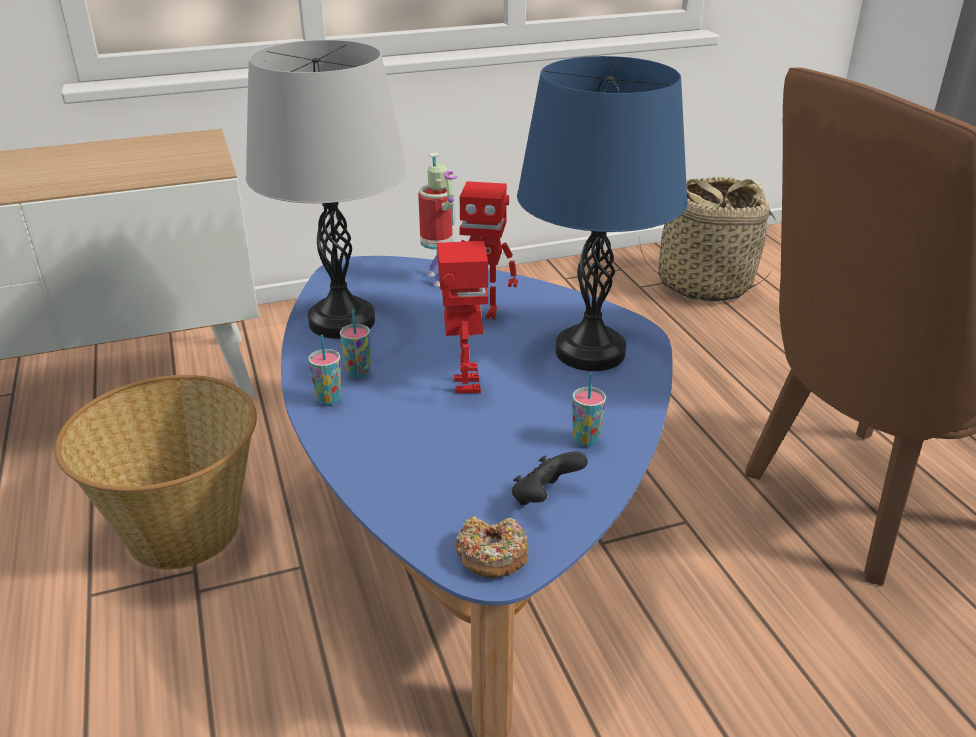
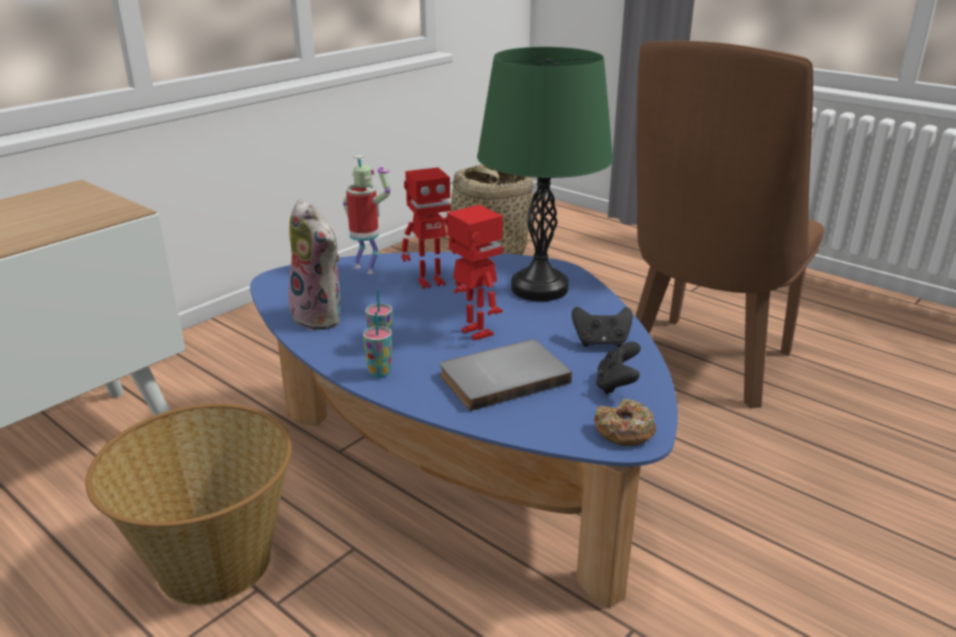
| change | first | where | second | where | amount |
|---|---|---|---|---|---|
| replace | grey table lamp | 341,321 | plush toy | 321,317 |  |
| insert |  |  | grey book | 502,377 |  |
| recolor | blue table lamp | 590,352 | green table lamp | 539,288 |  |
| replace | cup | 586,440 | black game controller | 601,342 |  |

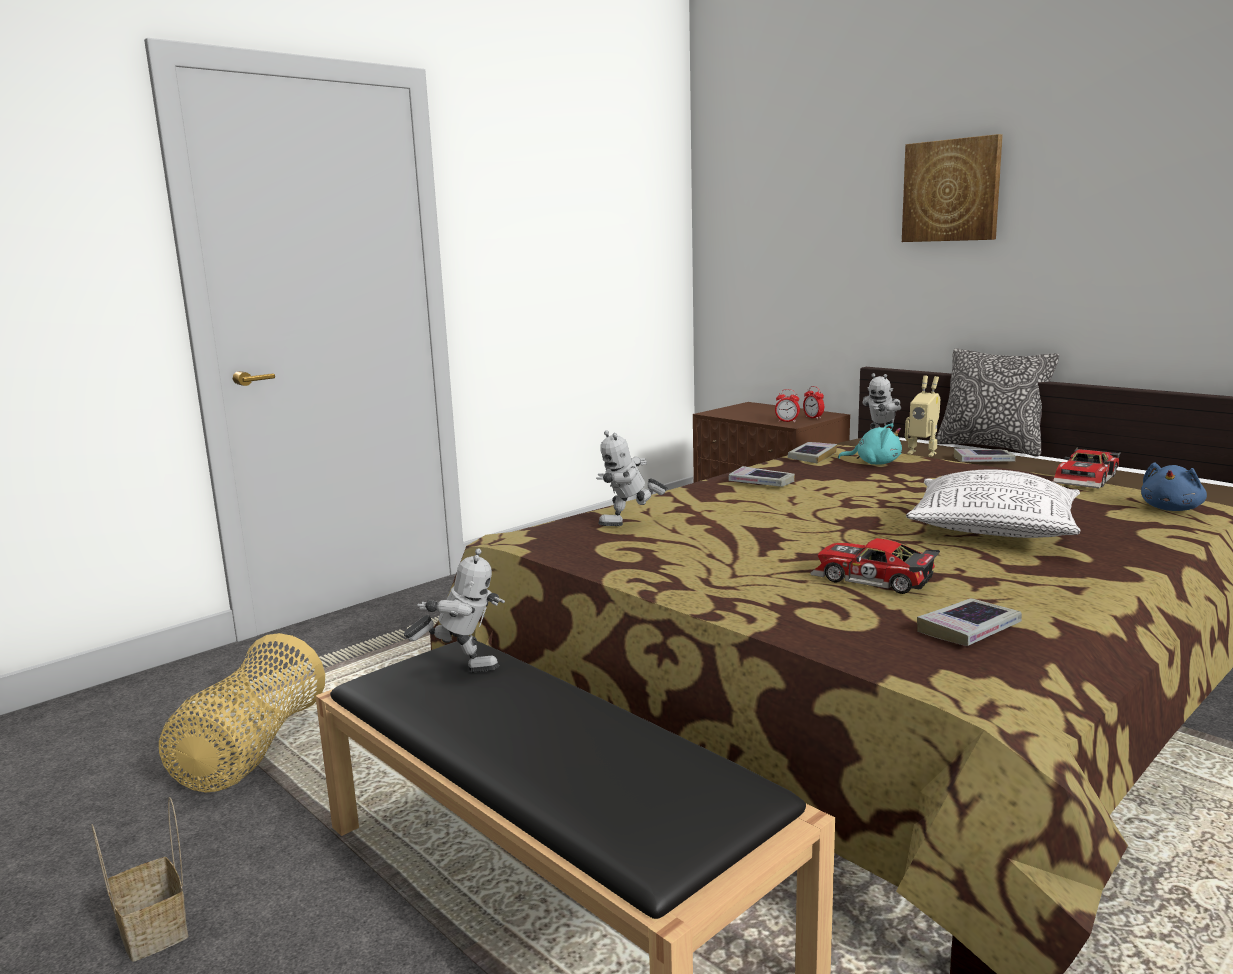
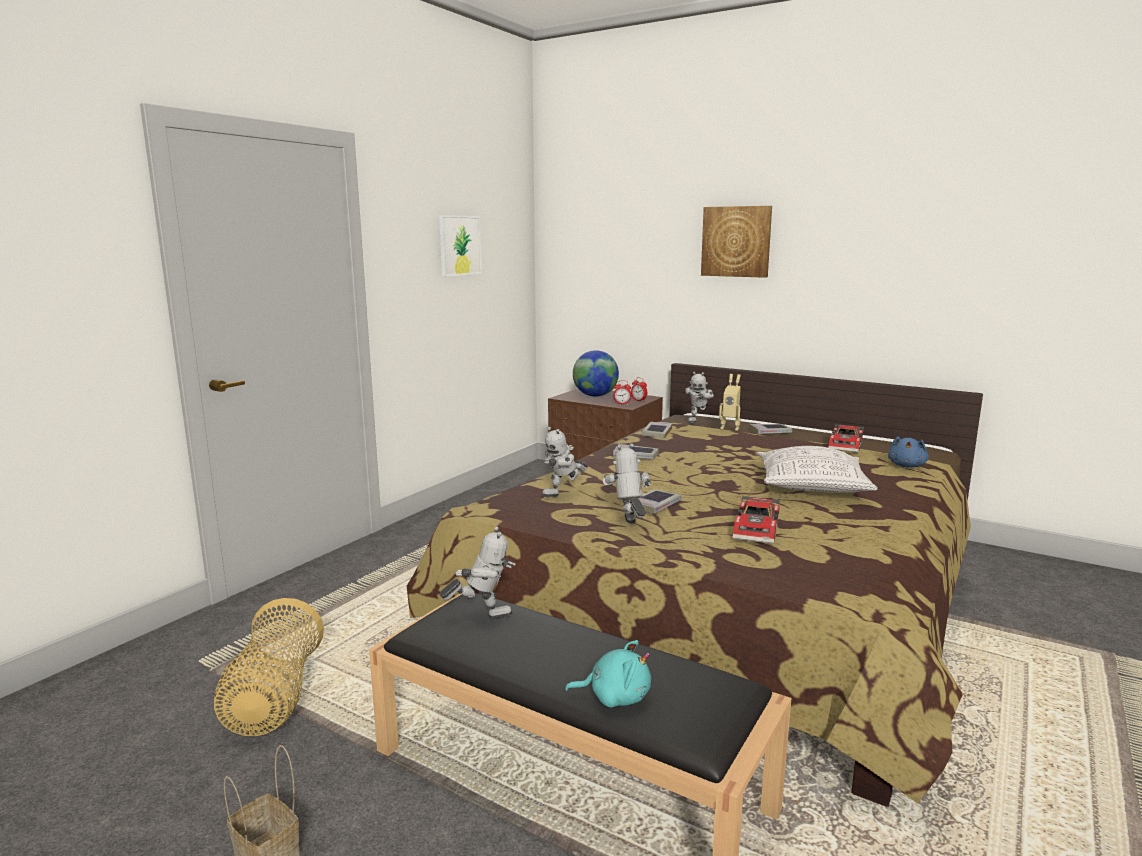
| change | first | where | second | where | amount |
|---|---|---|---|---|---|
| insert |  |  | picture | 459,245 |  |
| move | turquoise plush toy | 874,463 |  | 615,697 |  |
| insert |  |  | globe | 595,396 |  |
| insert |  |  | toy robot | 629,526 |  |
| move | book | 968,629 |  | 654,505 |  |
| rotate | toy car | 872,580 |  | 758,529 | 90 degrees counterclockwise |
| delete | pillow | 991,447 |  |  |  |

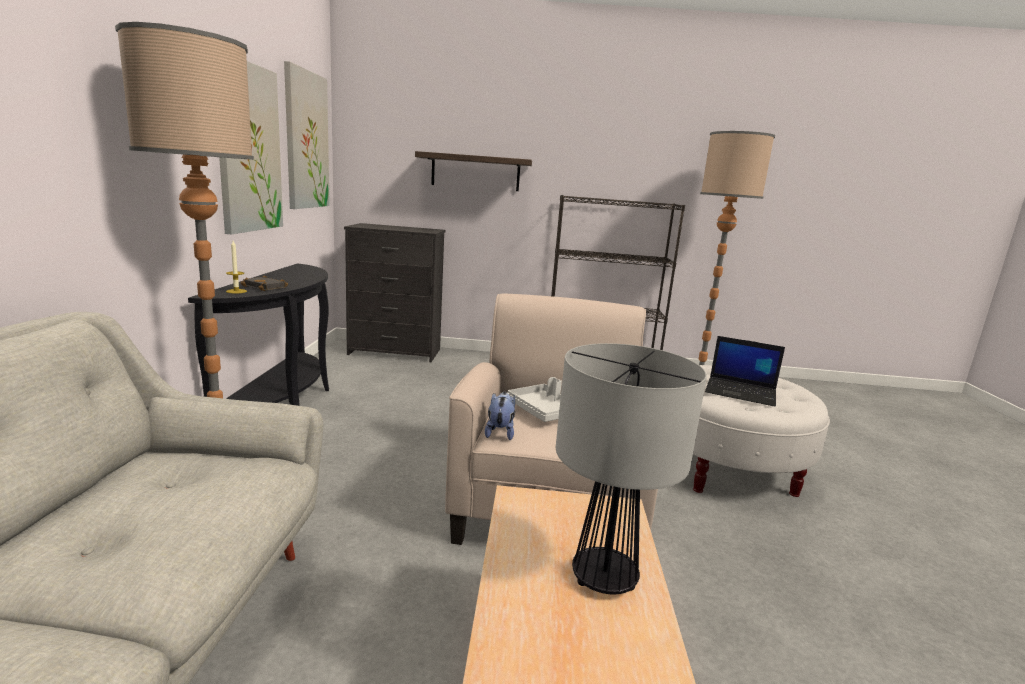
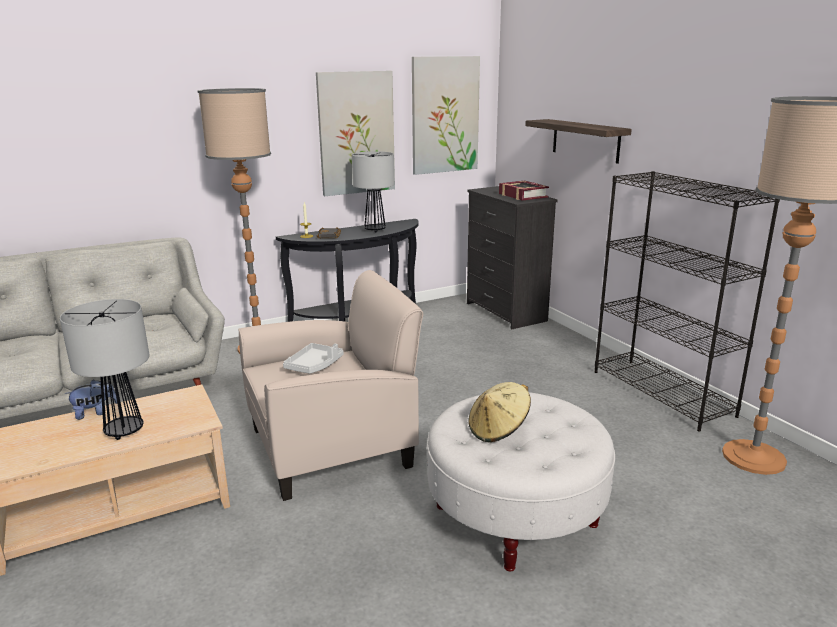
| change | first | where | second | where | amount |
|---|---|---|---|---|---|
| move | plush toy | 500,432 |  | 95,413 |  |
| insert |  |  | table lamp | 375,230 |  |
| replace | laptop | 741,392 | beige hat | 498,430 |  |
| insert |  |  | book | 522,195 |  |

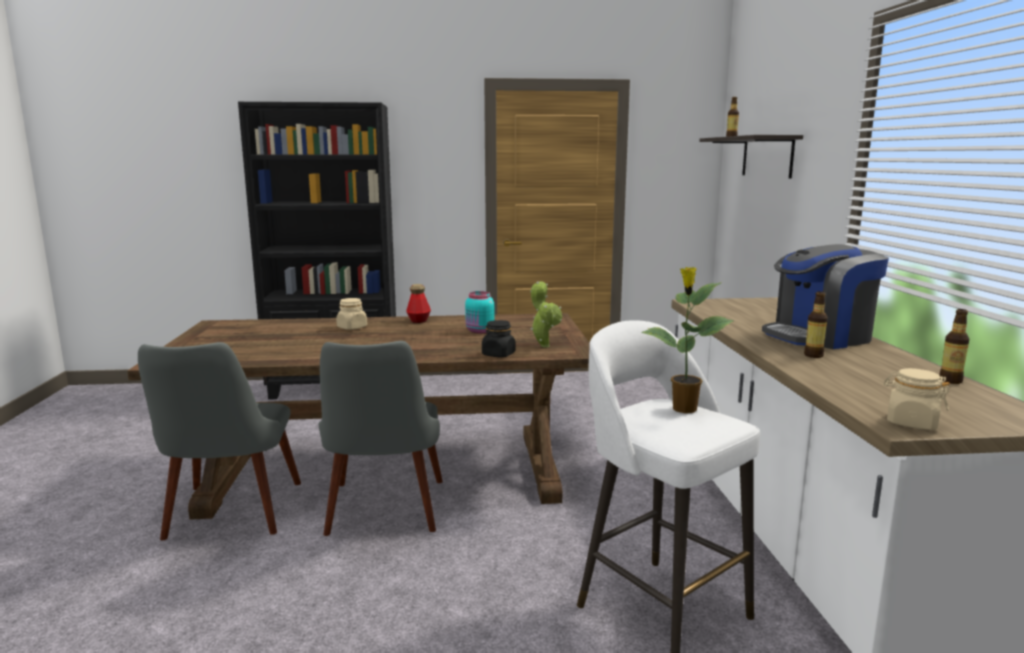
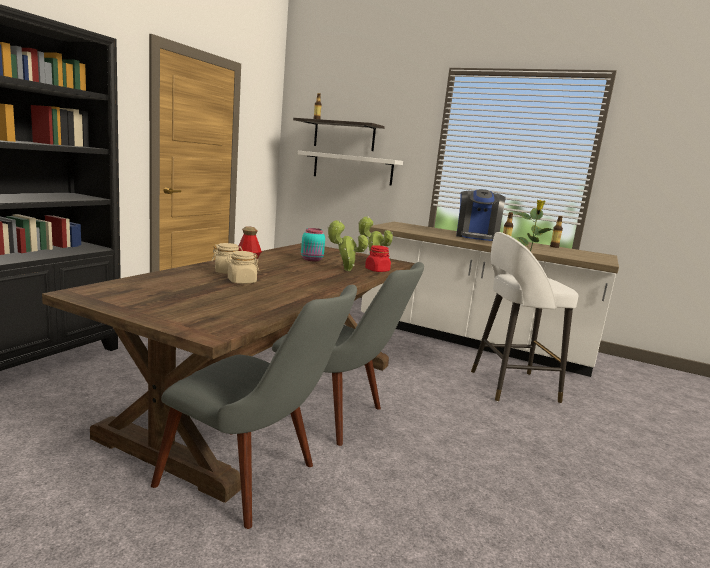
| change | first | where | second | where | amount |
|---|---|---|---|---|---|
| move | beige jar | 911,423 |  | 241,281 |  |
| insert |  |  | white shelf | 352,168 |  |
| insert |  |  | potted plant | 345,270 |  |
| recolor | black jar | 498,354 | red jar | 377,270 |  |

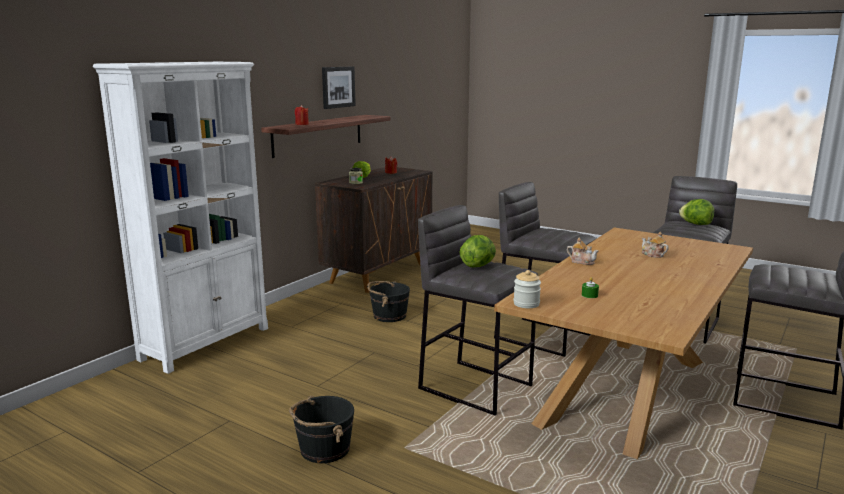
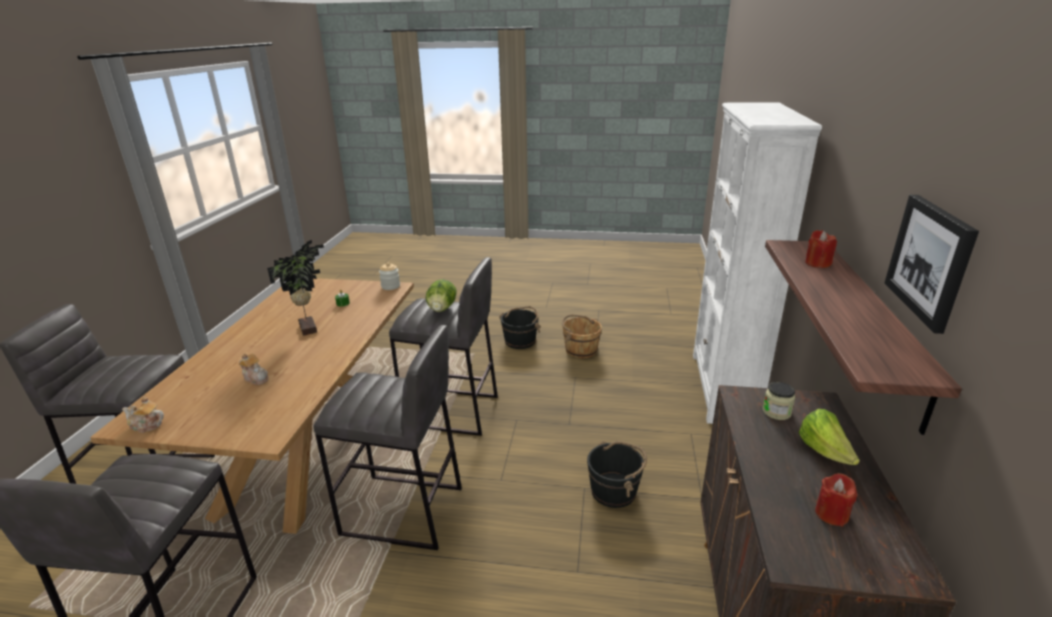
| change | first | where | second | where | amount |
|---|---|---|---|---|---|
| move | teapot | 582,261 |  | 146,425 |  |
| insert |  |  | potted plant | 310,328 |  |
| insert |  |  | brown bucket | 580,350 |  |
| delete | lettuce | 695,224 |  |  |  |

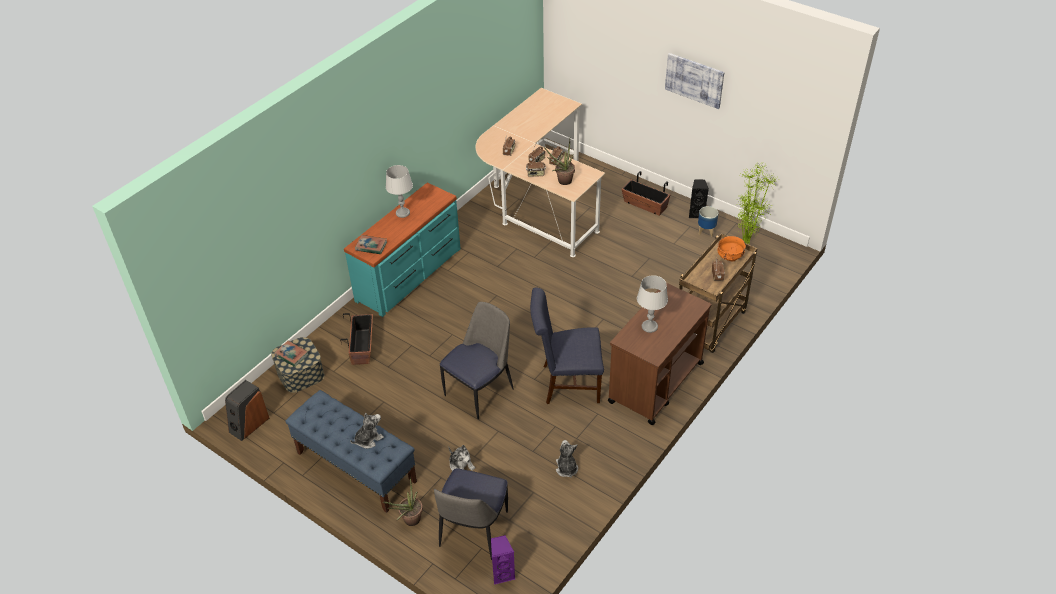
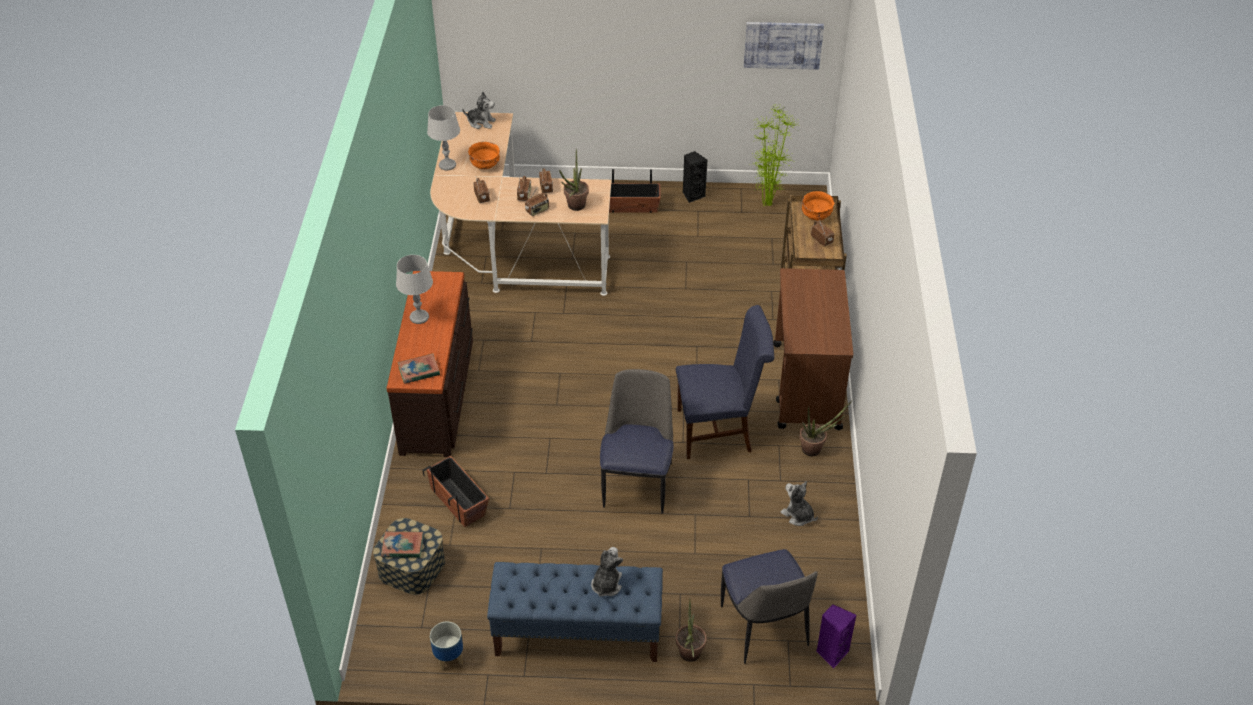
| change | first | where | second | where | amount |
|---|---|---|---|---|---|
| recolor | turquoise dresser | 410,275 | brown dresser | 438,395 |  |
| move | grey table lamp | 649,327 |  | 447,165 |  |
| move | planter | 706,231 |  | 449,658 |  |
| move | plush toy | 461,465 |  | 481,122 |  |
| insert |  |  | orange bowl | 485,165 |  |
| rotate | blue chair | 566,383 |  | 719,430 | 150 degrees counterclockwise |
| move | picture | 694,80 |  | 783,44 |  |
| insert |  |  | potted plant | 815,449 |  |
| delete | speaker | 249,424 |  |  |  |

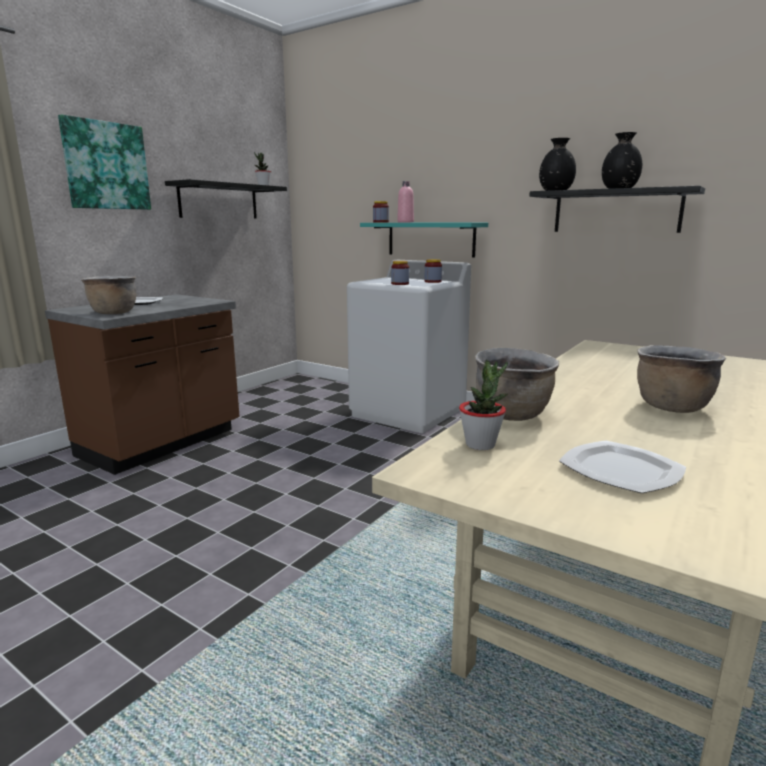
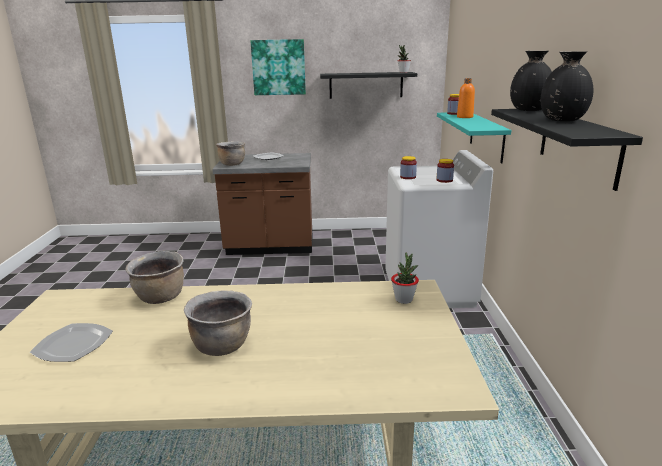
| change | first | where | second | where | amount |
|---|---|---|---|---|---|
| move | potted plant | 480,445 |  | 404,299 |  |
| recolor | pink bottle | 405,222 | orange bottle | 464,117 |  |

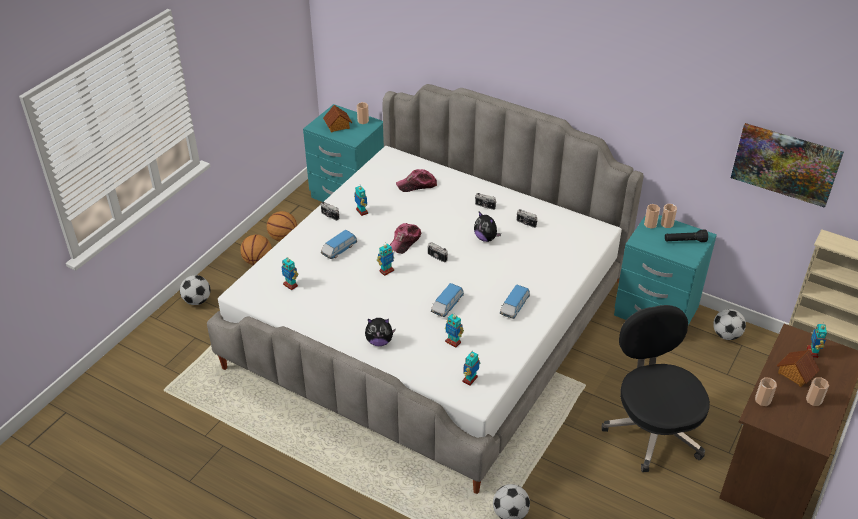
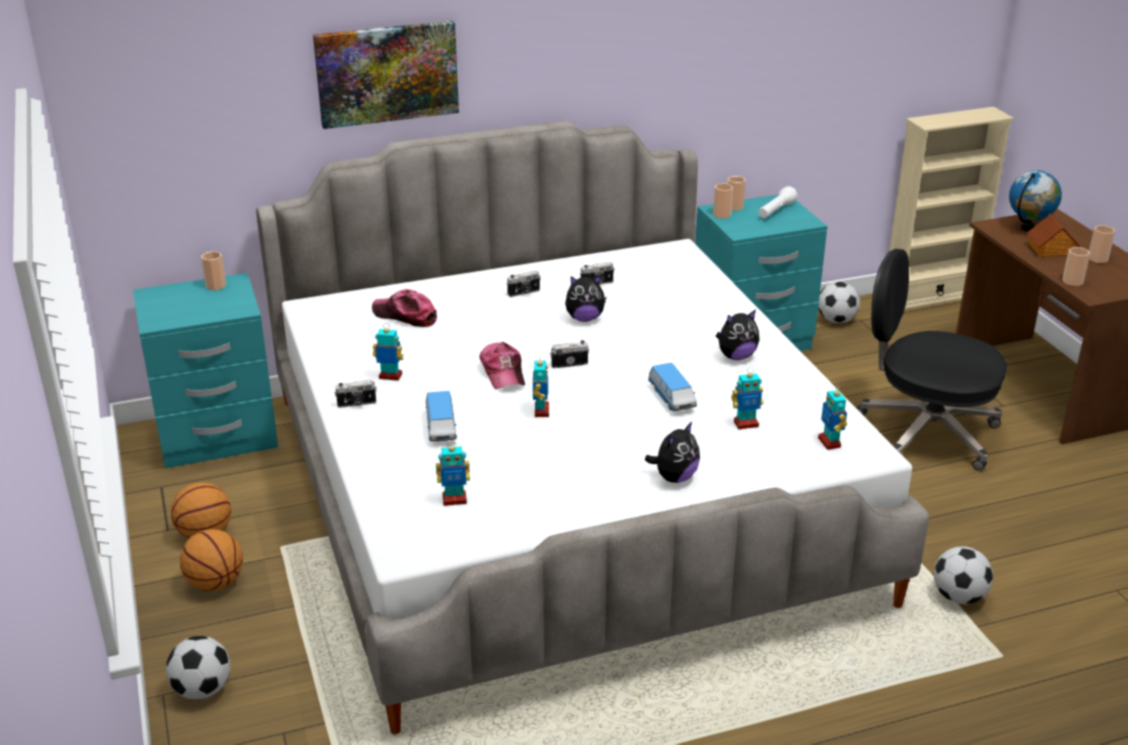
| change | first | where | second | where | amount |
|---|---|---|---|---|---|
| move | picture | 785,163 |  | 387,73 |  |
| rotate | cap | 417,185 |  | 405,316 | 90 degrees clockwise |
| replace | toy car | 514,307 | plush toy | 736,356 |  |
| recolor | black flashlight | 684,241 | white flashlight | 775,211 |  |
| replace | toy robot | 812,352 | globe | 1028,229 |  |
| delete | toy house | 337,126 |  |  |  |

